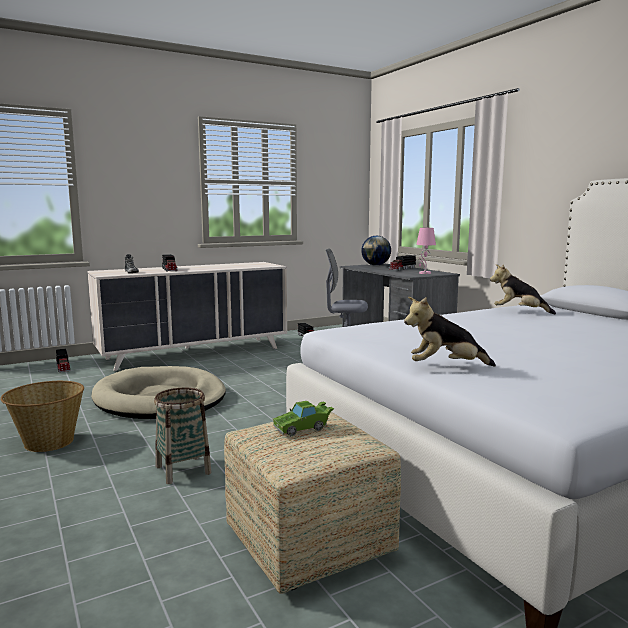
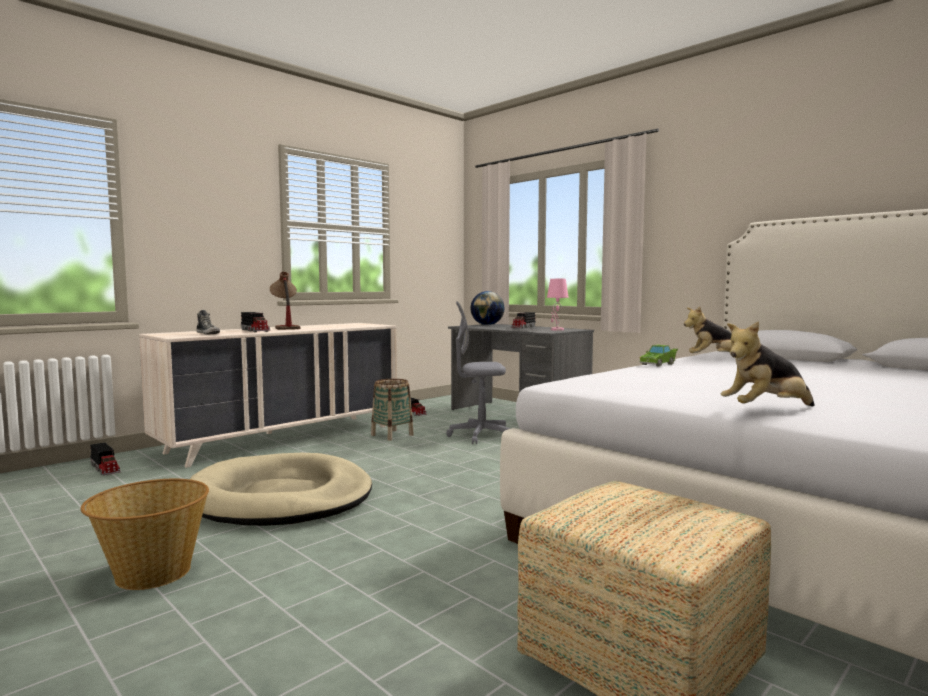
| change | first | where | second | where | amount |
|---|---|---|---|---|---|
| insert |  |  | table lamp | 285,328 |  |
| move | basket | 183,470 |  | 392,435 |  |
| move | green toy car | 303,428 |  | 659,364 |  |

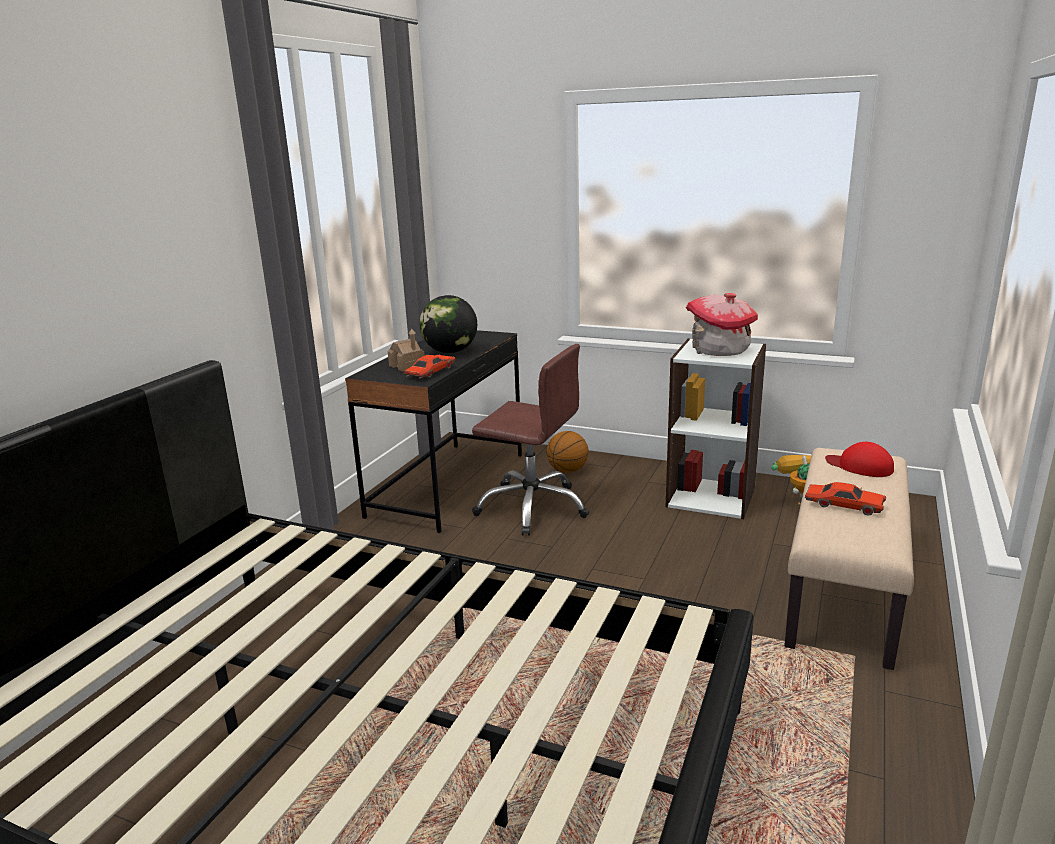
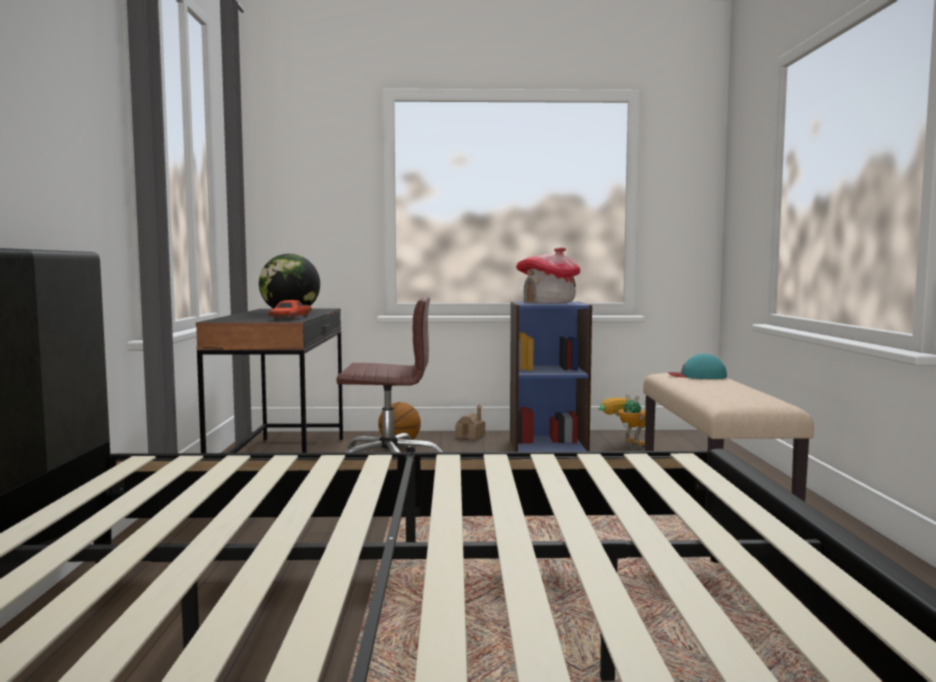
| change | first | where | second | where | amount |
|---|---|---|---|---|---|
| move | toy house | 407,366 |  | 470,436 |  |
| recolor | white bookcase | 711,496 | blue bookcase | 547,445 |  |
| recolor | red cap | 860,466 | turquoise cap | 698,376 |  |
| delete | red toy car | 844,505 |  |  |  |

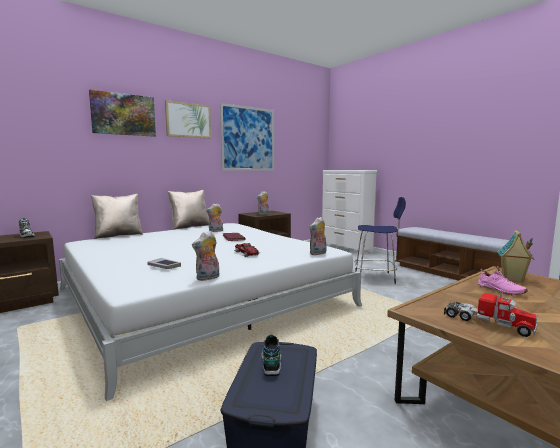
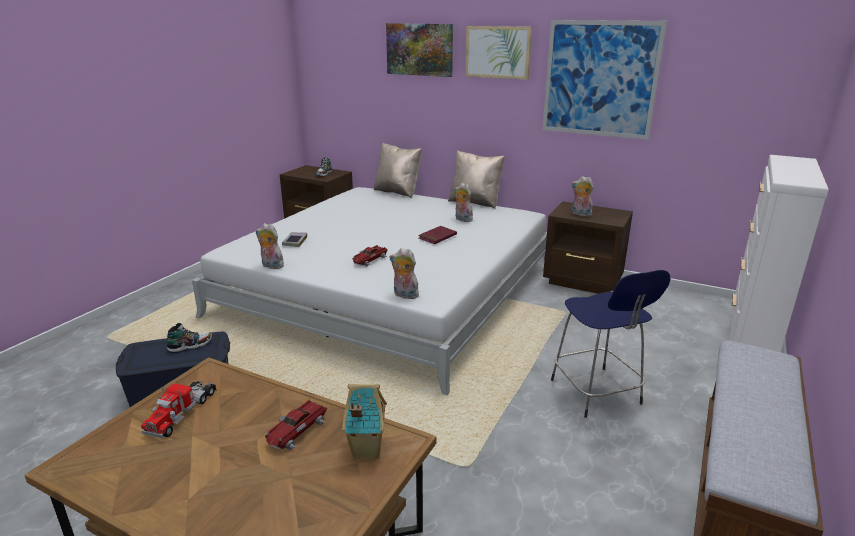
| change | first | where | second | where | amount |
|---|---|---|---|---|---|
| replace | pink shoe | 500,290 | toy car | 297,431 |  |

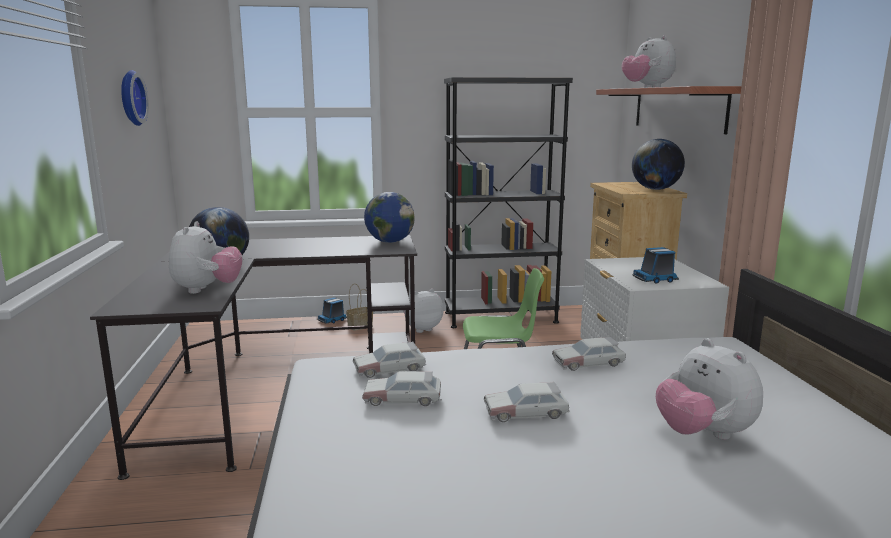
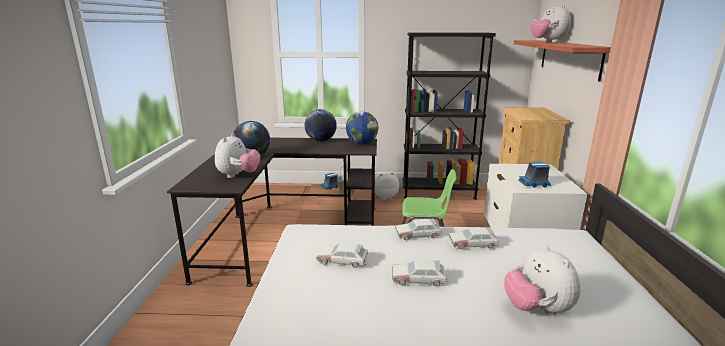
| change | first | where | second | where | amount |
|---|---|---|---|---|---|
| move | globe | 655,189 |  | 321,140 |  |
| move | toy car | 390,369 |  | 418,234 |  |
| delete | wall clock | 129,98 |  |  |  |

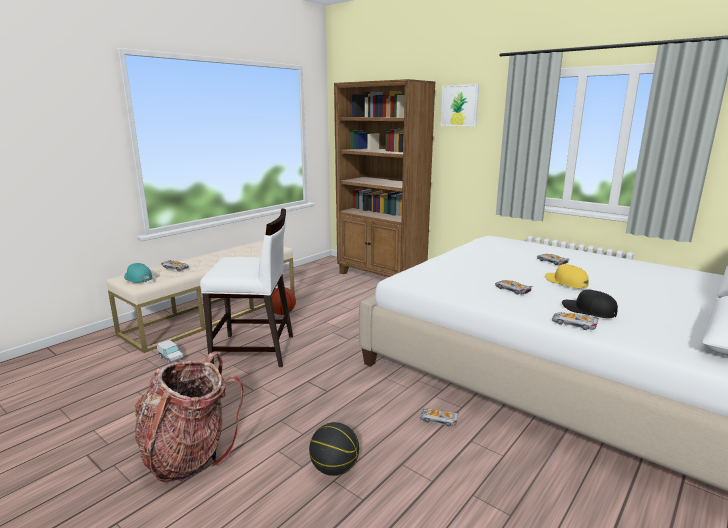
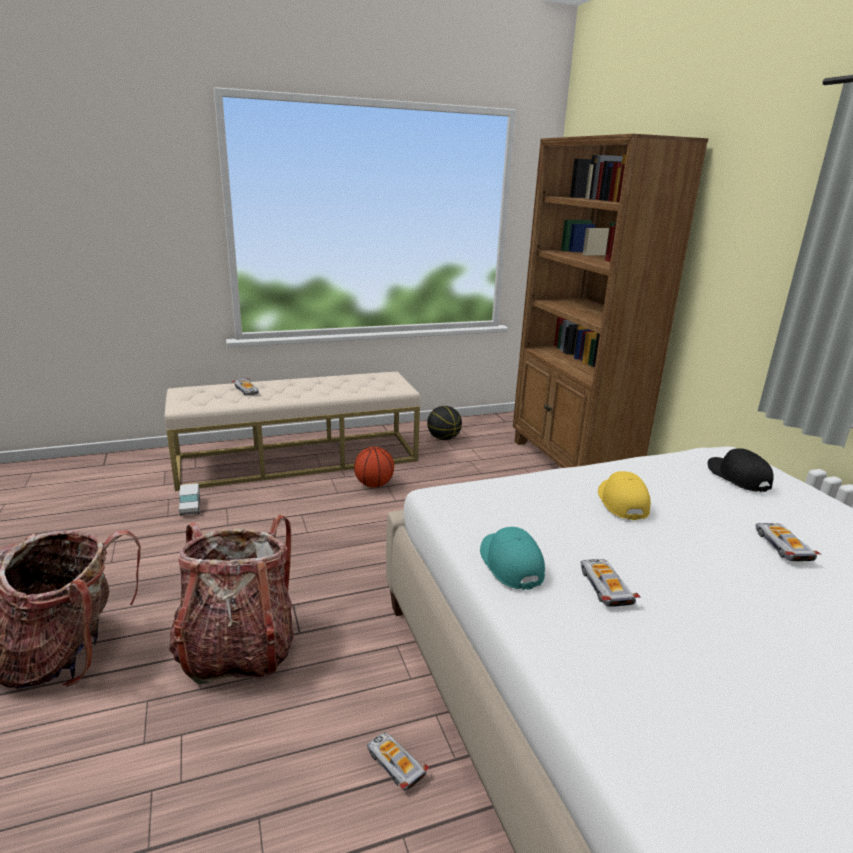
| change | first | where | second | where | amount |
|---|---|---|---|---|---|
| insert |  |  | backpack | 238,650 |  |
| move | basketball | 334,469 |  | 443,438 |  |
| move | turquoise cap | 138,278 |  | 510,564 |  |
| move | yellow cap | 565,282 |  | 622,502 |  |
| move | black cap | 588,310 |  | 737,477 |  |
| delete | white chair | 254,350 |  |  |  |
| delete | picture | 459,105 |  |  |  |
| delete | toy car | 574,324 |  |  |  |

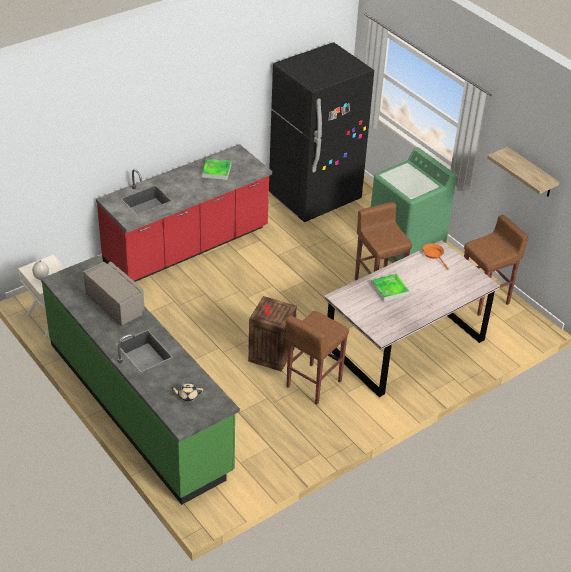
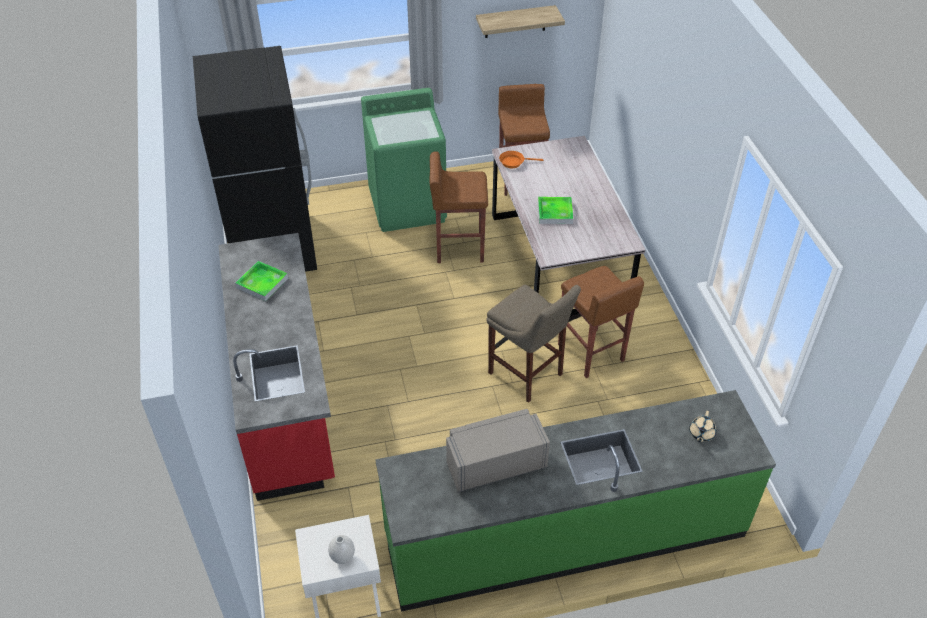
| change | first | where | second | where | amount |
|---|---|---|---|---|---|
| replace | crate | 270,355 | beige stool | 528,376 |  |

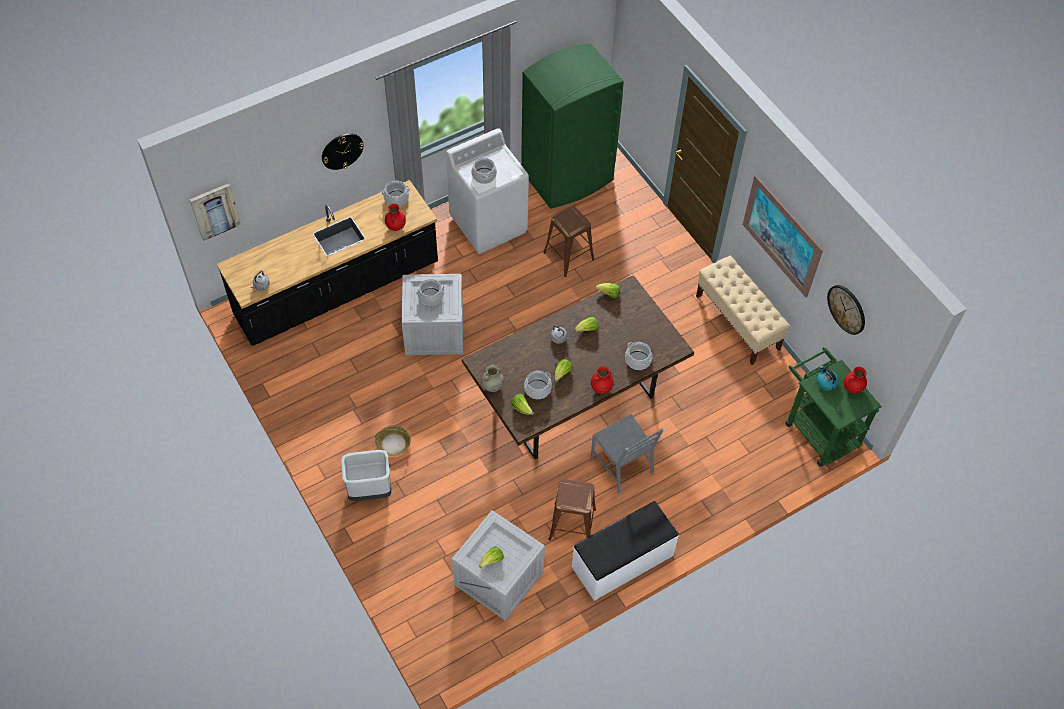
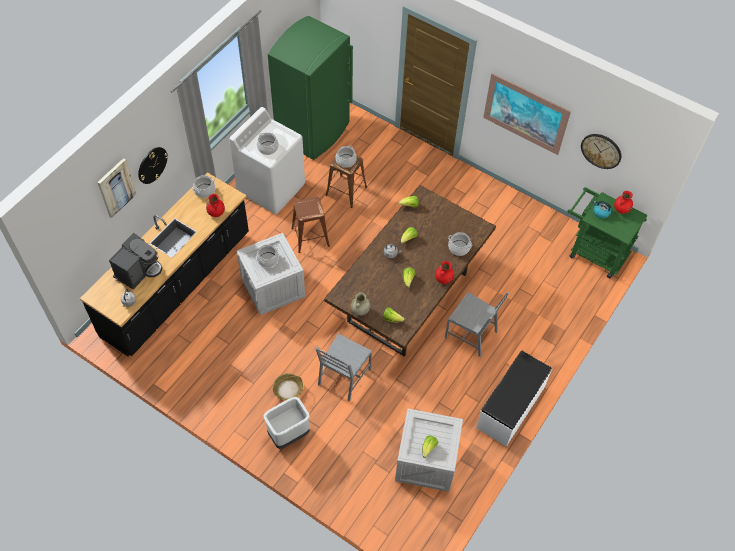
| change | first | where | second | where | amount |
|---|---|---|---|---|---|
| move | picture | 215,211 |  | 116,187 |  |
| insert |  |  | coffee machine | 138,271 |  |
| move | brown stool | 572,524 |  | 310,236 |  |
| insert |  |  | grey chair | 344,377 |  |
| move | cooking pot | 537,389 |  | 346,161 |  |
| delete | beige bench | 737,322 |  |  |  |

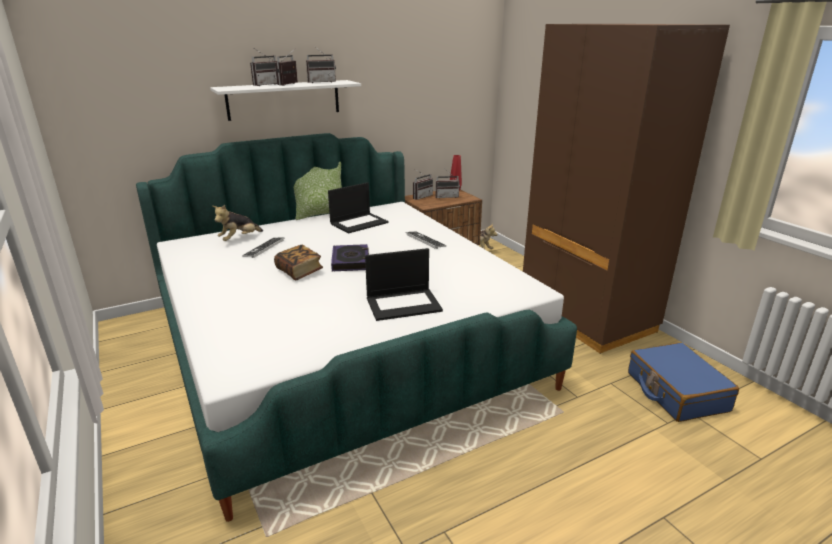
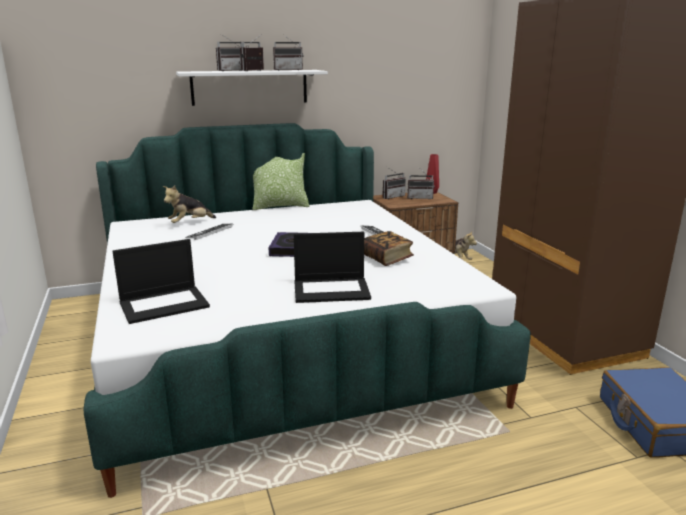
| change | first | where | second | where | amount |
|---|---|---|---|---|---|
| move | laptop | 359,223 |  | 165,304 |  |
| move | book | 299,271 |  | 387,258 |  |

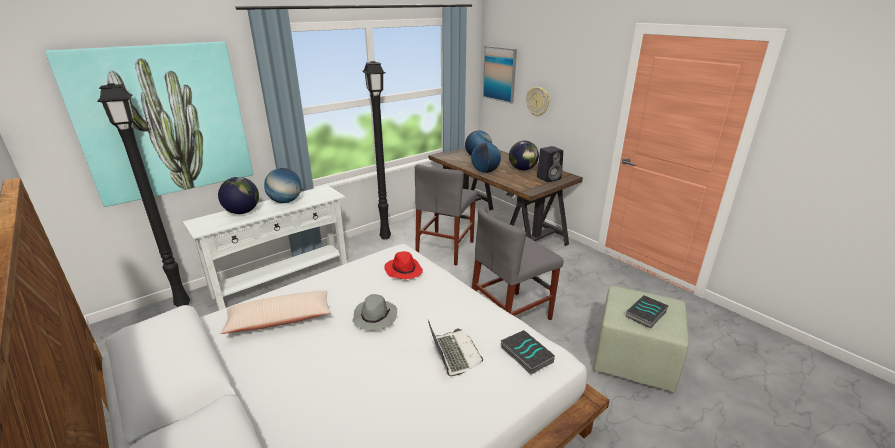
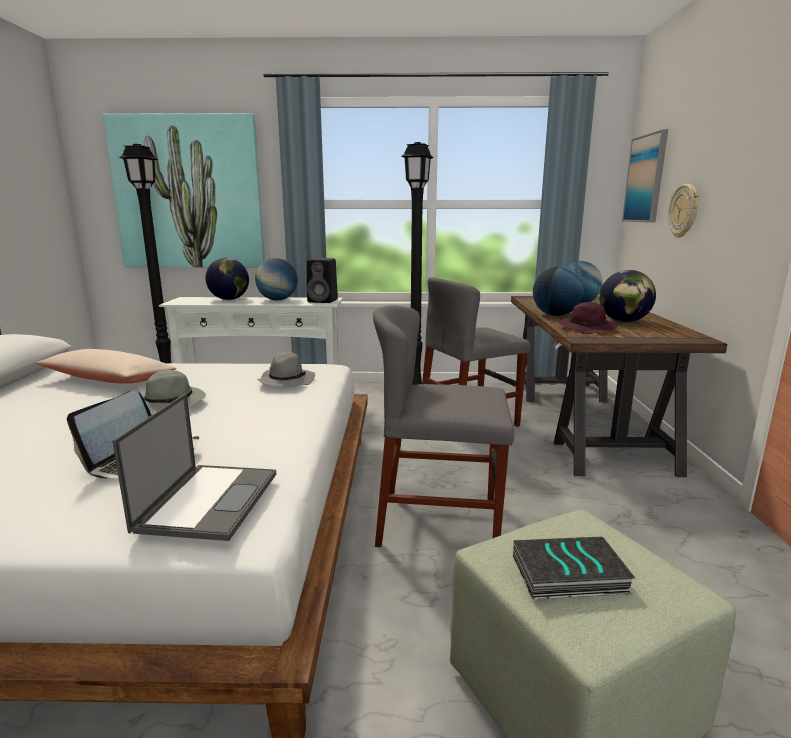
| change | first | where | second | where | amount |
|---|---|---|---|---|---|
| replace | book | 525,354 | laptop | 209,500 |  |
| recolor | red hat | 403,270 | grey hat | 286,381 |  |
| move | black speaker | 549,178 |  | 324,301 |  |
| insert |  |  | purple hat | 588,328 |  |

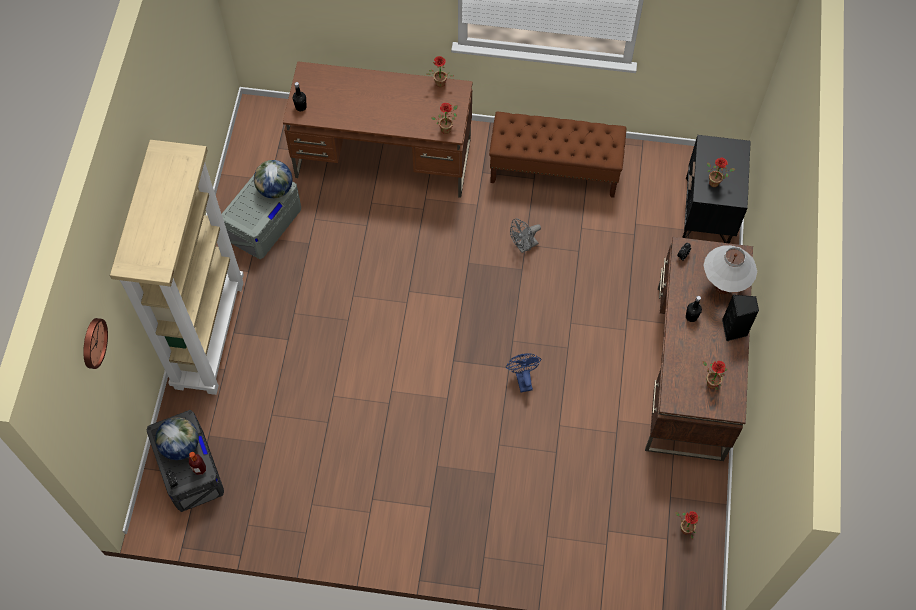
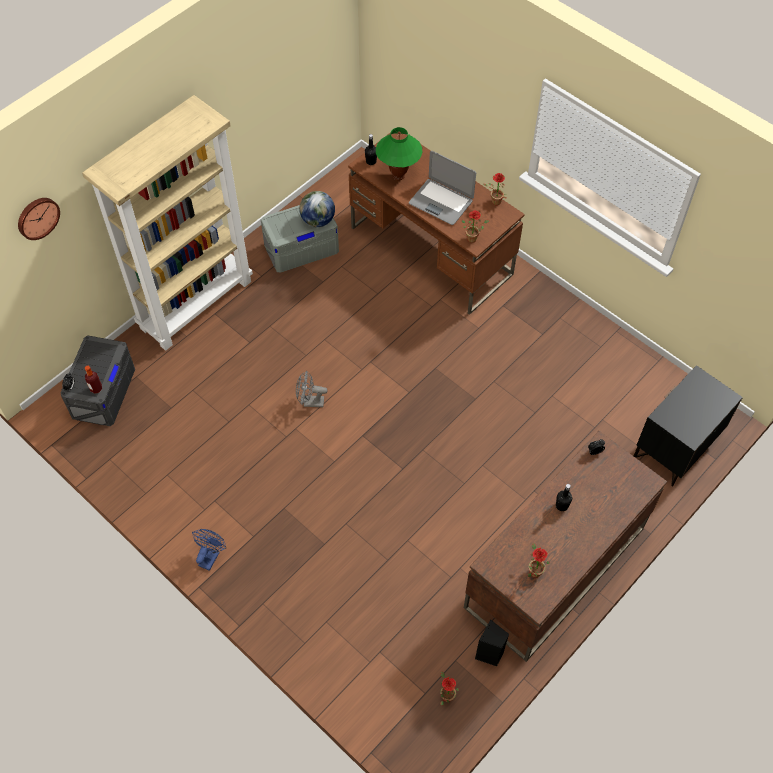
| change | first | where | second | where | amount |
|---|---|---|---|---|---|
| move | blue fan | 522,379 |  | 210,556 |  |
| move | grey fan | 524,246 |  | 310,402 |  |
| insert |  |  | green table lamp | 398,176 |  |
| insert |  |  | laptop | 441,202 |  |
| move | black speaker | 734,330 |  | 489,654 |  |
| delete | globe | 181,446 |  |  |  |
| delete | brown bench | 554,170 |  |  |  |
| delete | white table lamp | 722,288 |  |  |  |
| delete | potted plant | 716,182 |  |  |  |

